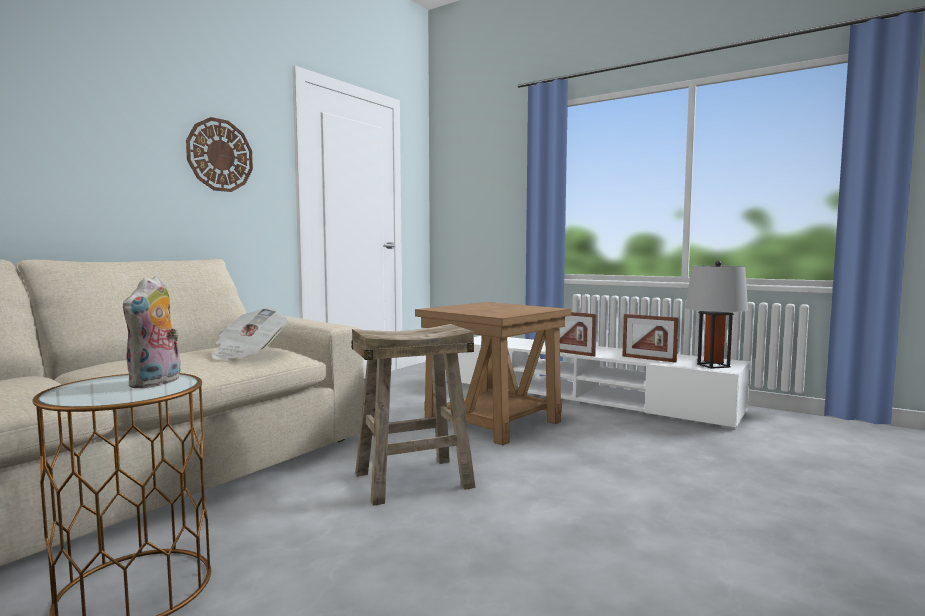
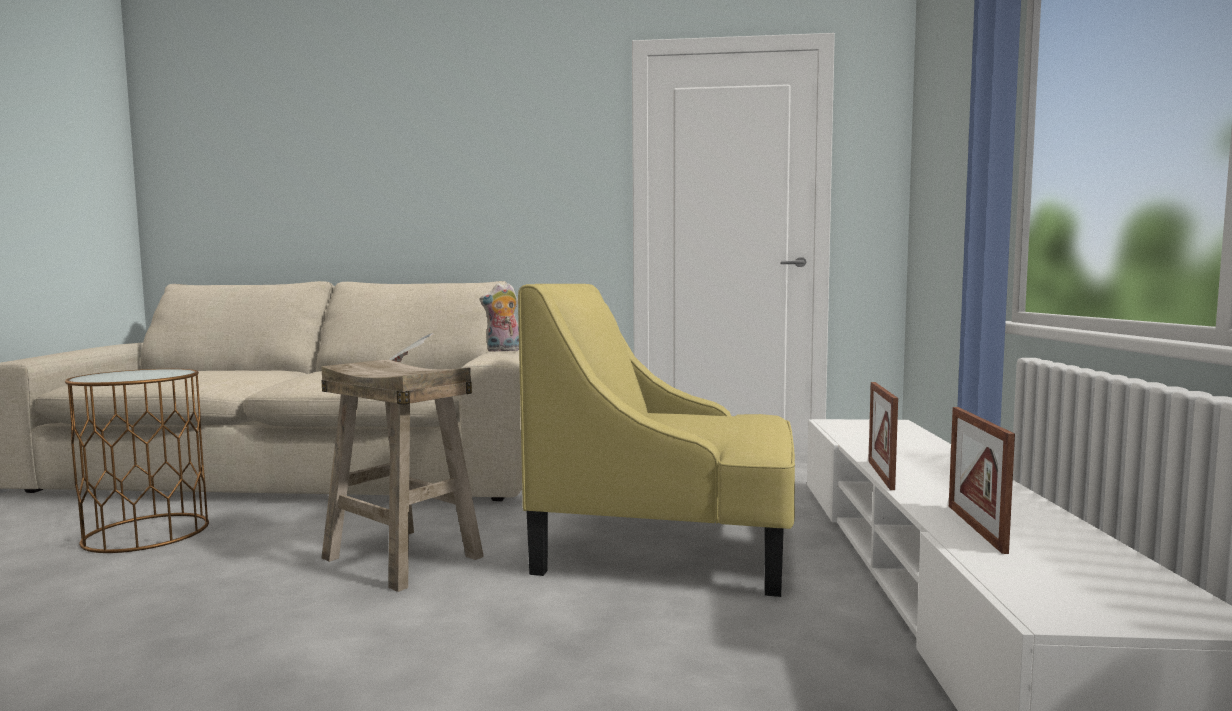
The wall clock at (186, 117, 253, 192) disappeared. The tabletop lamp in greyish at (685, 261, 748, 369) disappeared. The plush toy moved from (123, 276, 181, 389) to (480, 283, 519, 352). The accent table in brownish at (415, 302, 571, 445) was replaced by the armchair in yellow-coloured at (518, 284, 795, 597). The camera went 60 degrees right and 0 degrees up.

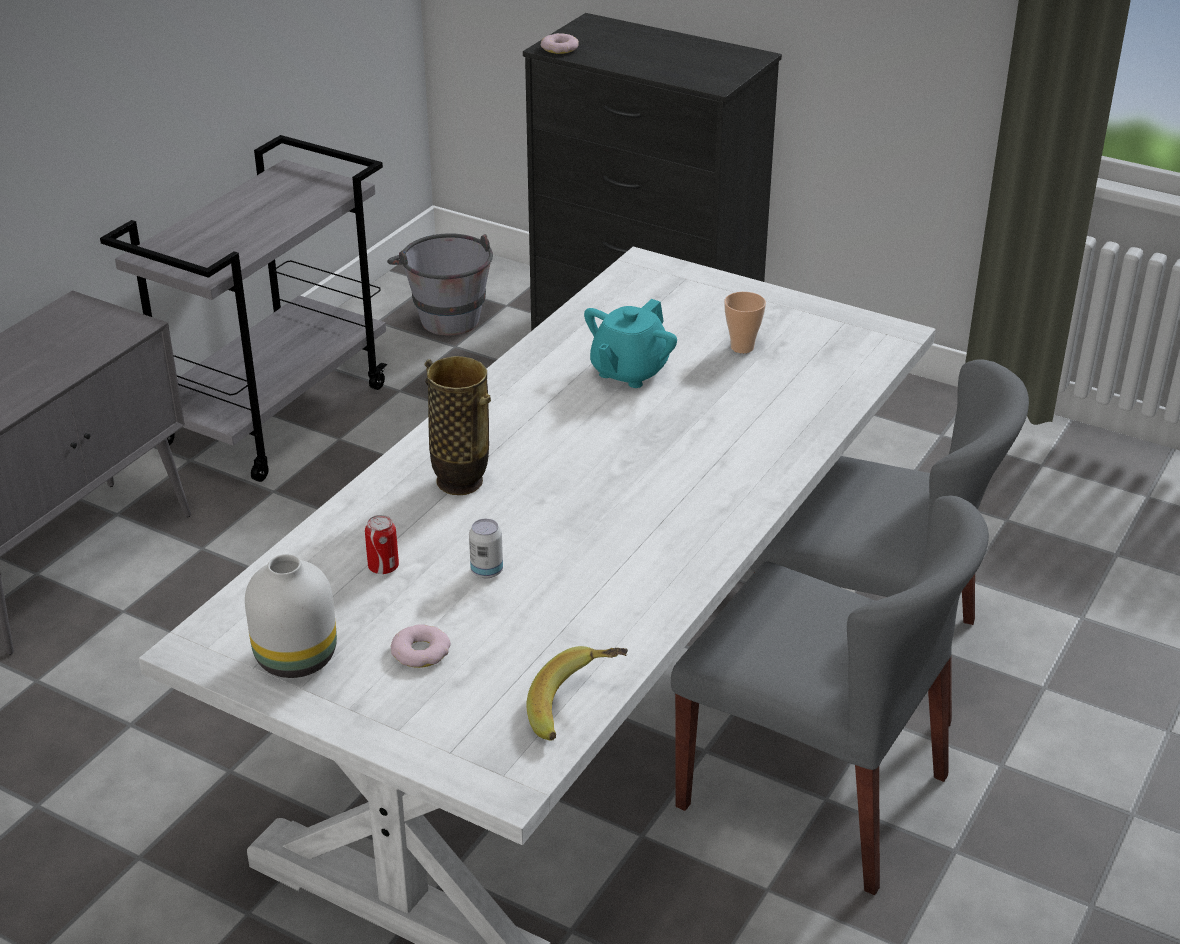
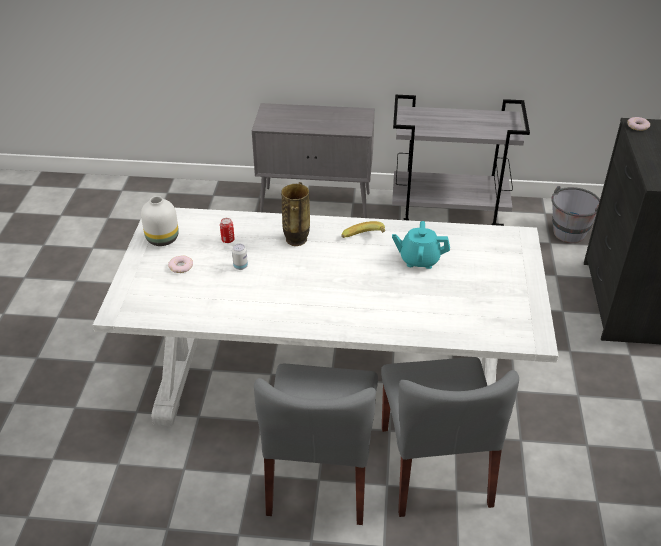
The cup at (724, 292, 766, 353) disappeared. The banana fruit moved from (527, 646, 628, 741) to (341, 221, 385, 238). The camera went 65 degrees right and 5 degrees up.

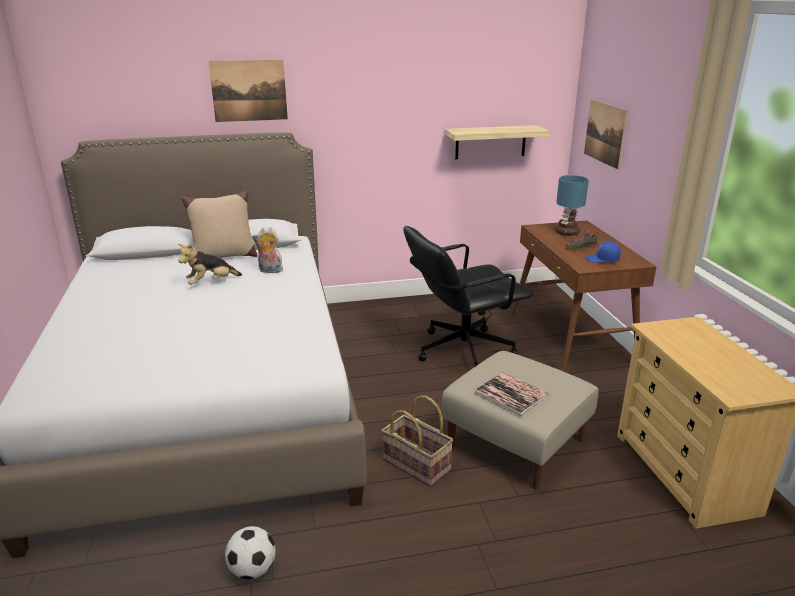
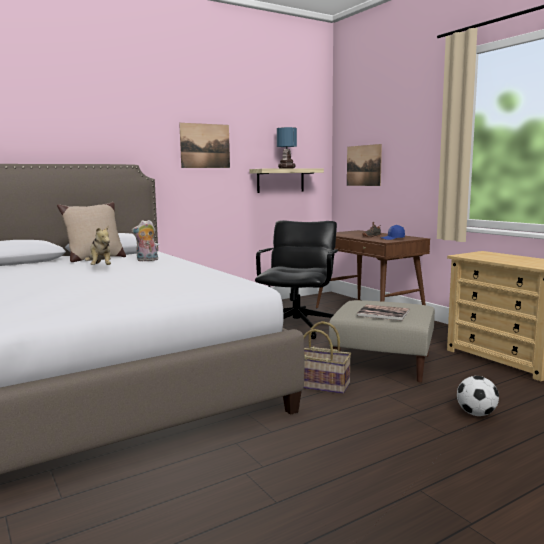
The picture moved from (209, 60, 288, 122) to (179, 123, 230, 168). The football moved from (225, 526, 276, 580) to (457, 376, 499, 416). The tabletop lamp moved from (555, 175, 589, 236) to (277, 127, 297, 169). The plush toy at (178, 244, 242, 285) turned 60 degrees counterclockwise. The computer chair in black-coloured at (404, 226, 533, 368) turned 150 degrees clockwise. The camera went 20 degrees left and 15 degrees down.

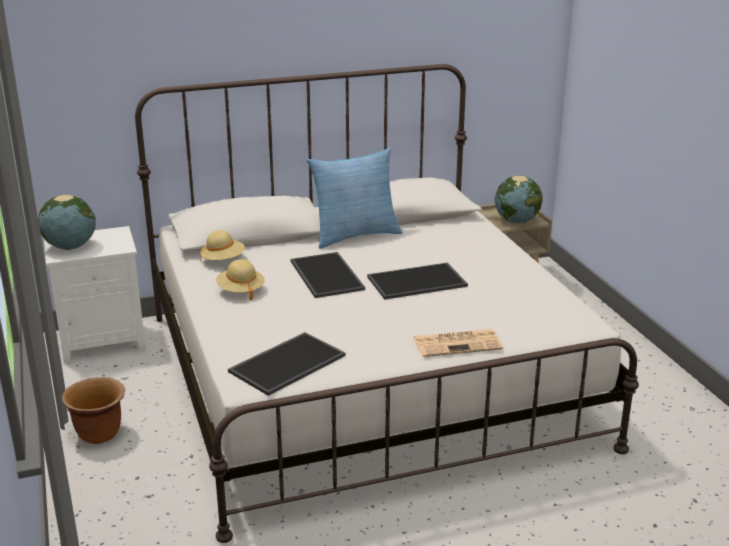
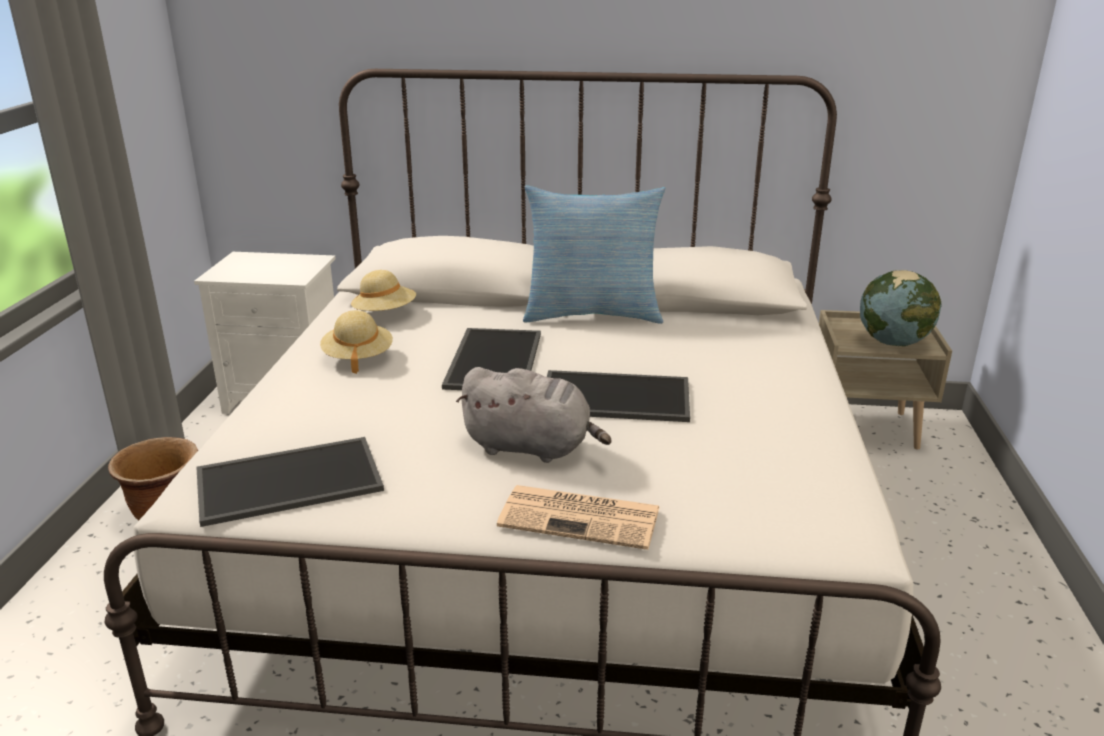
The world globe at (38, 195, 96, 250) disappeared. The plush toy in greyish at (456, 367, 611, 463) appeared. The camera went 25 degrees right and 0 degrees up.

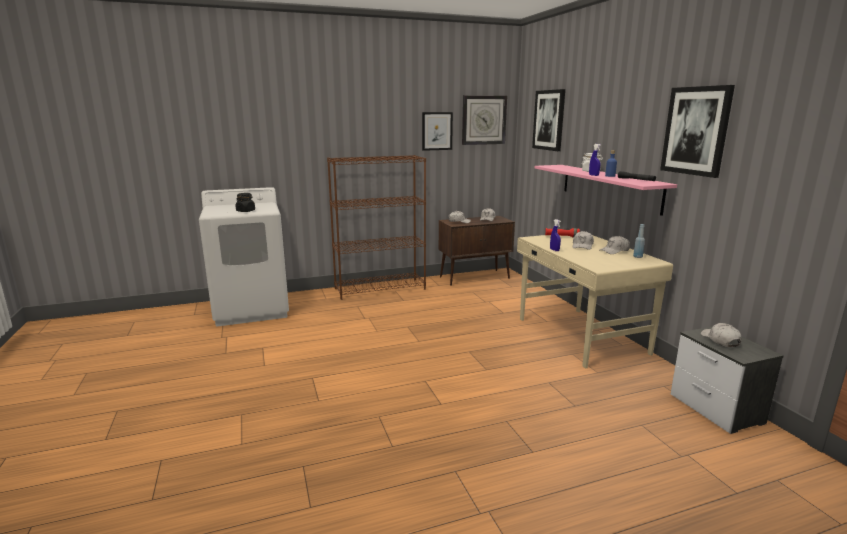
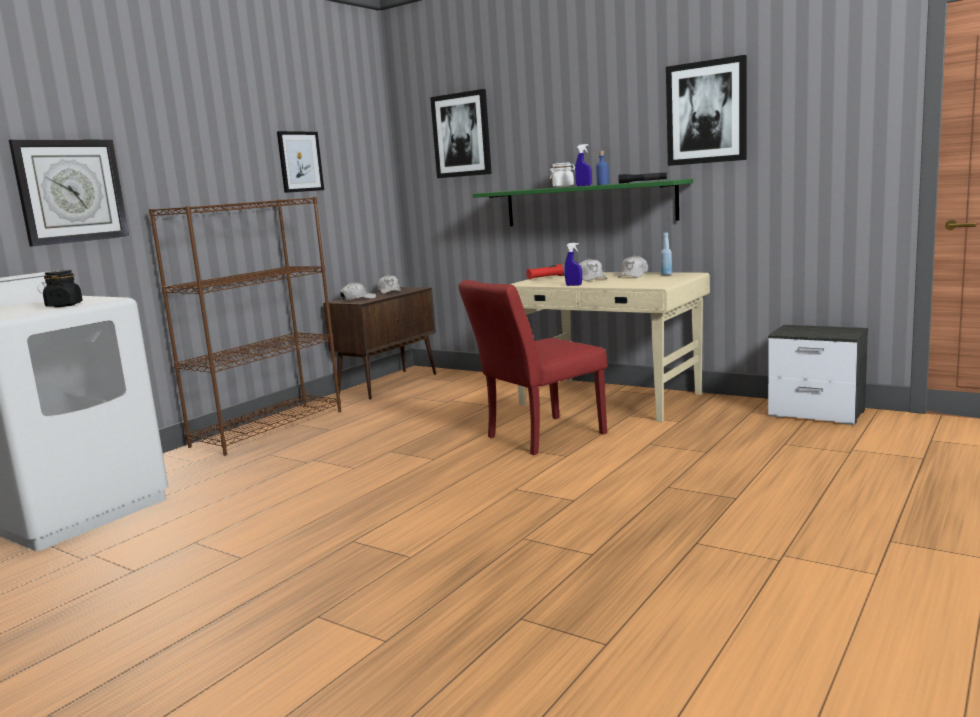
The peaked cap in whitish at (701, 323, 741, 347) disappeared. The chair in reddish at (458, 280, 607, 455) appeared. The wall clock moved from (462, 95, 507, 145) to (9, 139, 129, 246). The shelf in pink at (535, 165, 677, 216) became the shelf in green-coloured at (473, 179, 693, 226). The camera went 35 degrees left and 5 degrees down.

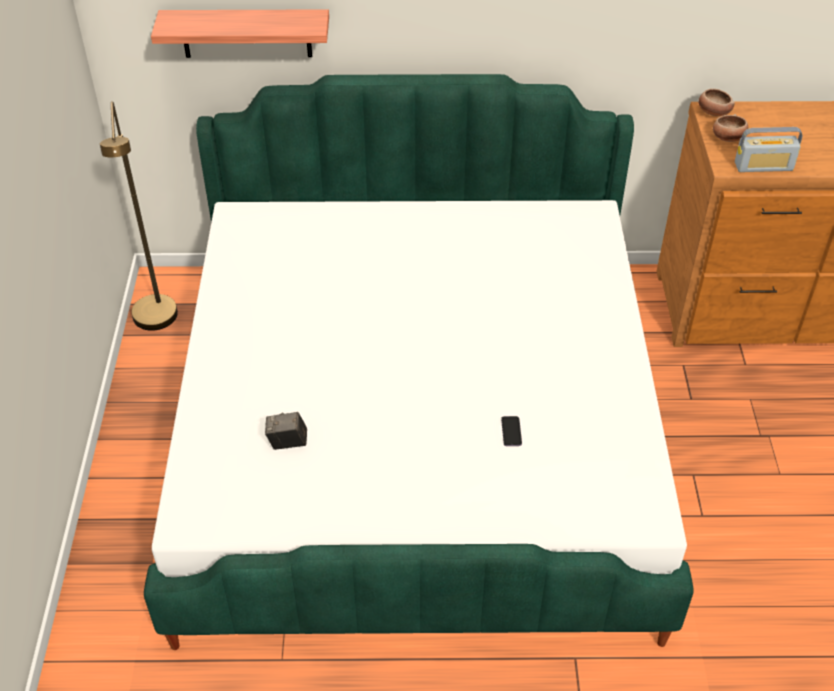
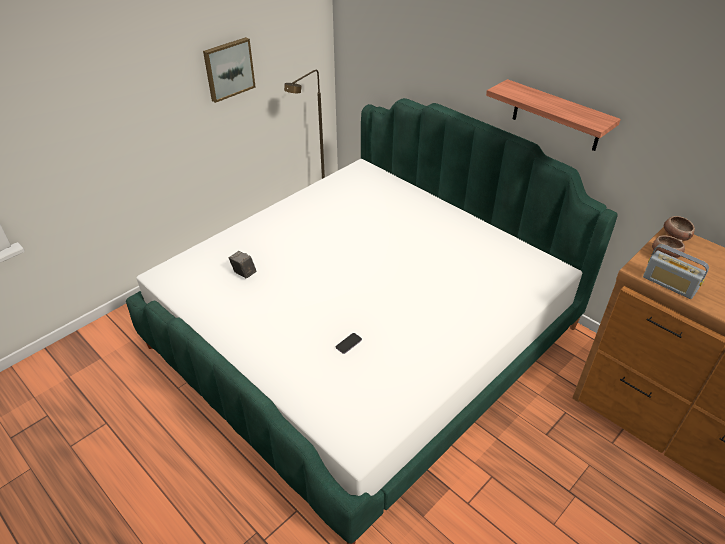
The picture at (203, 37, 256, 103) appeared. The shelf moved from (151, 9, 329, 58) to (486, 79, 621, 151). The camera went 45 degrees right and 5 degrees down.

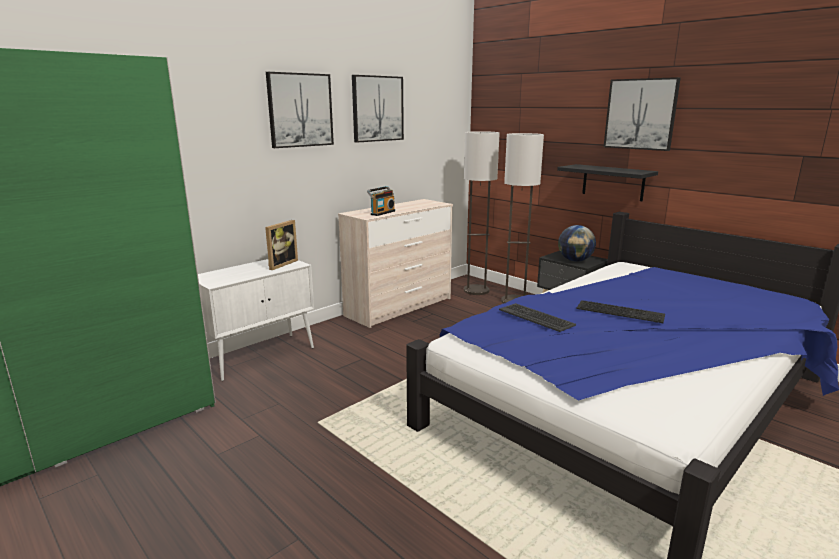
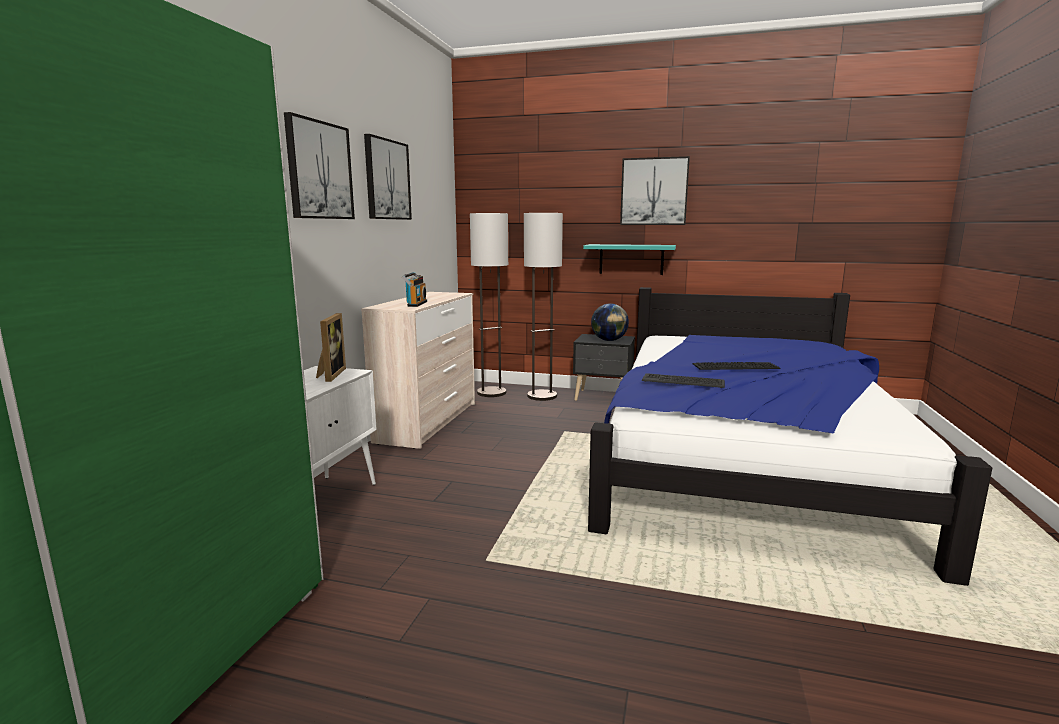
The shelf in black-coloured at (557, 164, 658, 201) became the shelf in turquoise-coloured at (583, 244, 676, 275). The camera went 30 degrees left and 5 degrees down.

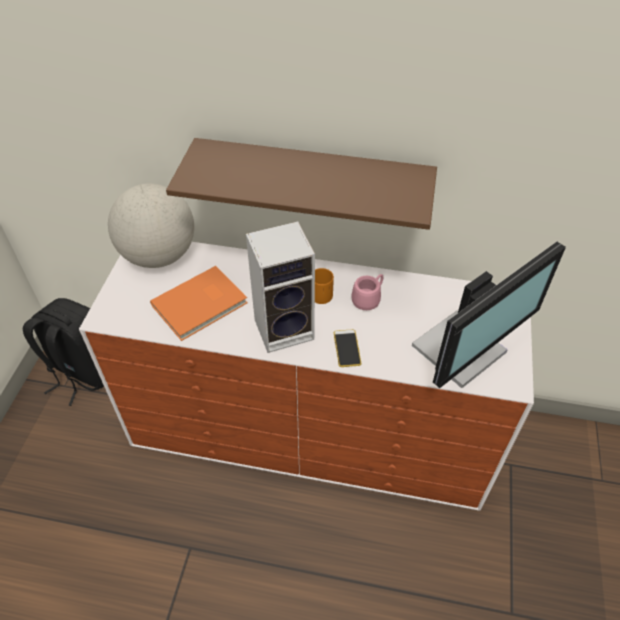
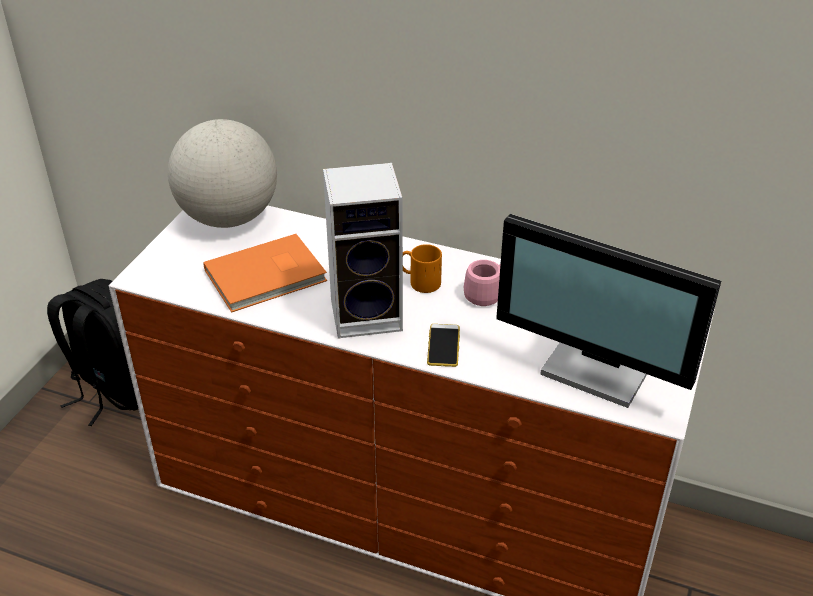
The shelf in brownish at (166, 138, 437, 230) disappeared. The computer screen at (412, 242, 566, 388) turned 60 degrees clockwise. The camera went 10 degrees right and 10 degrees down.

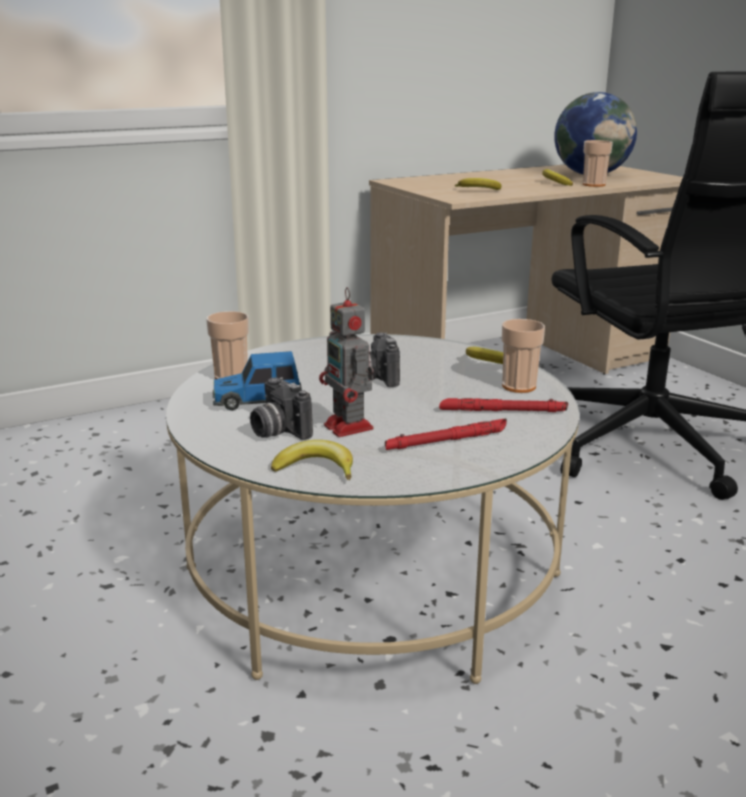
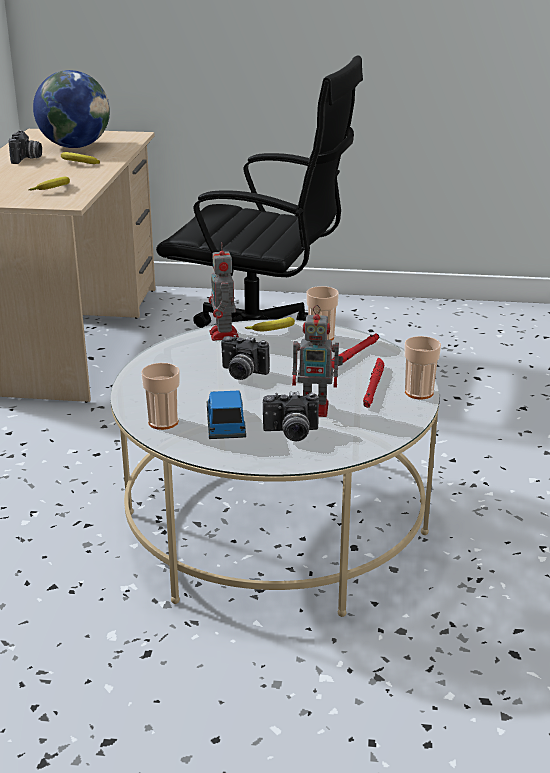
The banana fruit at (271, 440, 353, 480) disappeared. The still camera at (9, 130, 42, 164) appeared. The robot figure at (209, 242, 239, 341) appeared. The cup moved from (583, 140, 613, 187) to (404, 336, 441, 400). The miniature car at (213, 351, 301, 411) turned 150 degrees clockwise. The camera went 55 degrees left and 5 degrees up.

